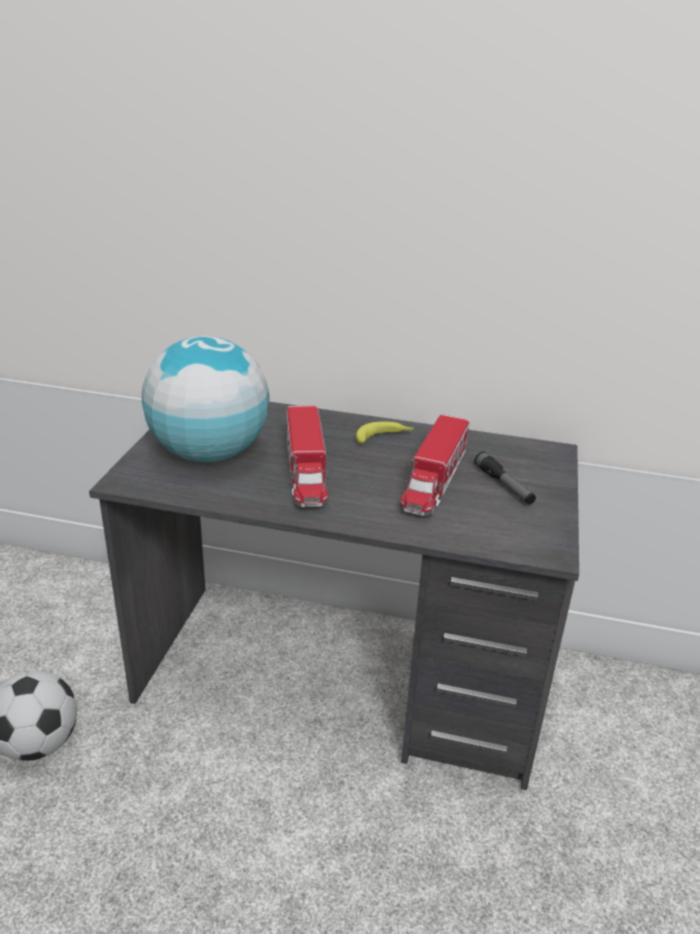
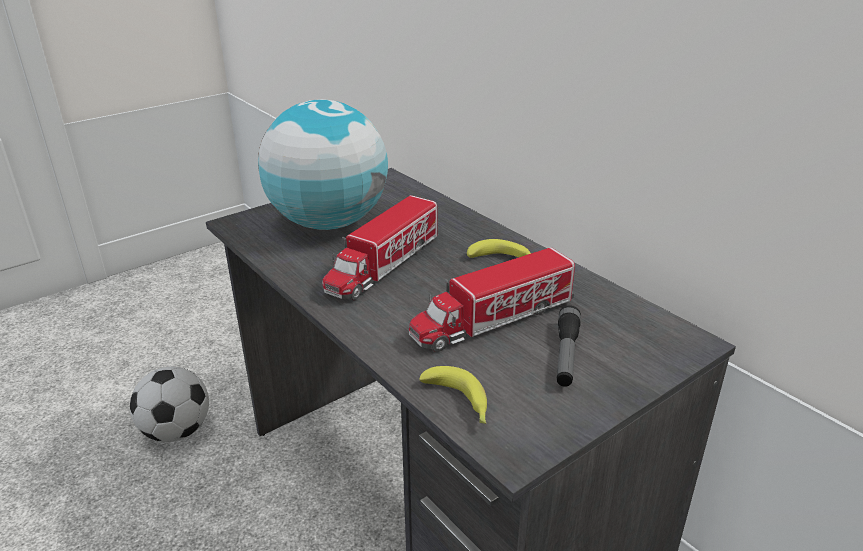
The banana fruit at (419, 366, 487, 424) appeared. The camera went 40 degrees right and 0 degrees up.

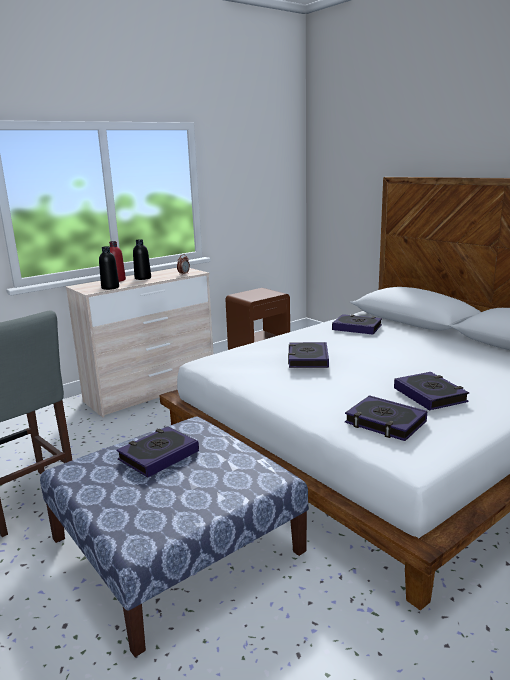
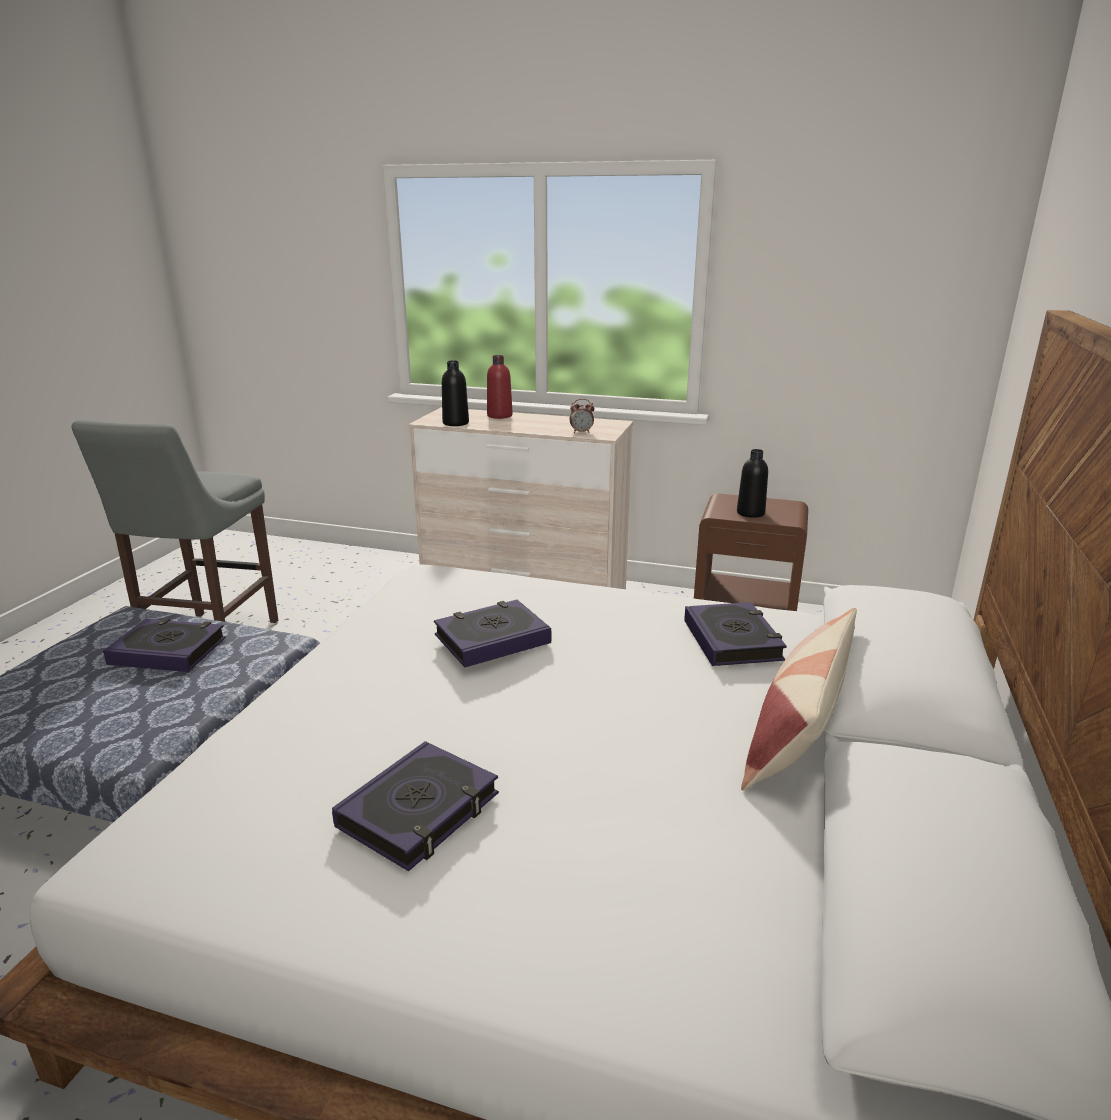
The bound book at (345, 395, 427, 441) disappeared. The pillow at (741, 608, 857, 791) appeared. The beverage bottle in black-coloured moved from (133, 239, 151, 280) to (737, 449, 768, 518). The camera went 55 degrees right and 5 degrees up.

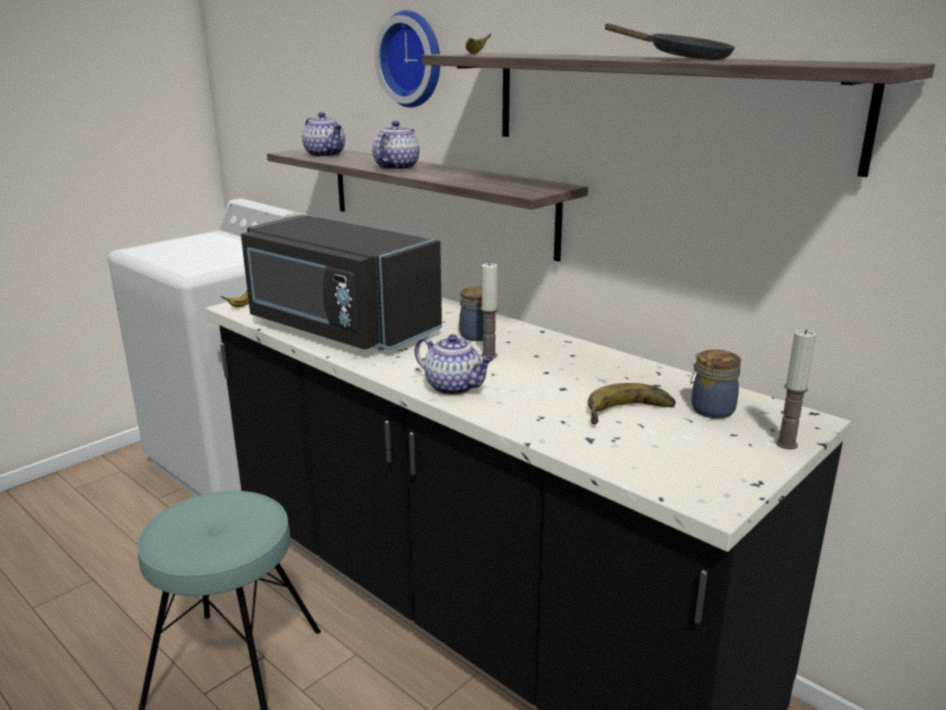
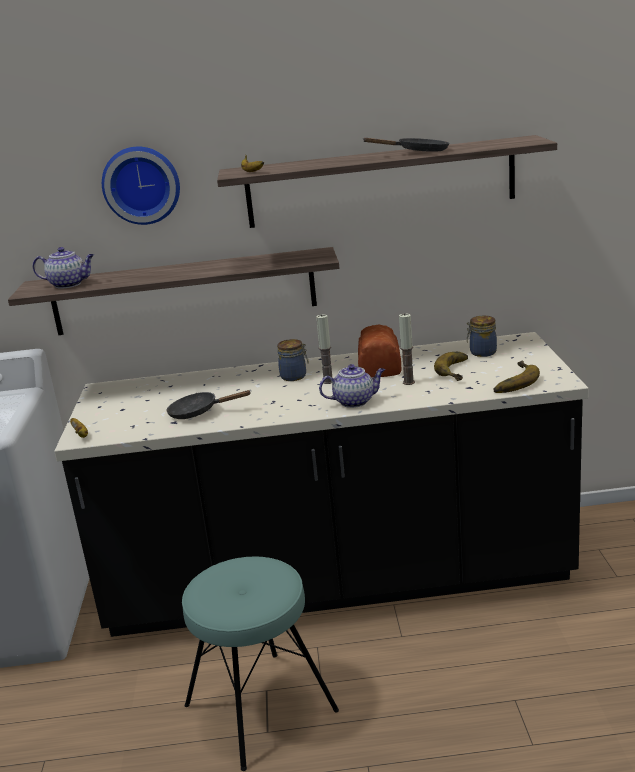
The teapot at (372, 121, 420, 171) disappeared. The bakery bread at (358, 325, 402, 378) appeared. The banana fruit at (493, 361, 540, 393) appeared. The candle moved from (776, 329, 816, 450) to (399, 313, 415, 385). The microwave in black-coloured at (241, 215, 442, 350) was replaced by the pan in black-coloured at (166, 390, 250, 419). The camera went 45 degrees left and 0 degrees up.

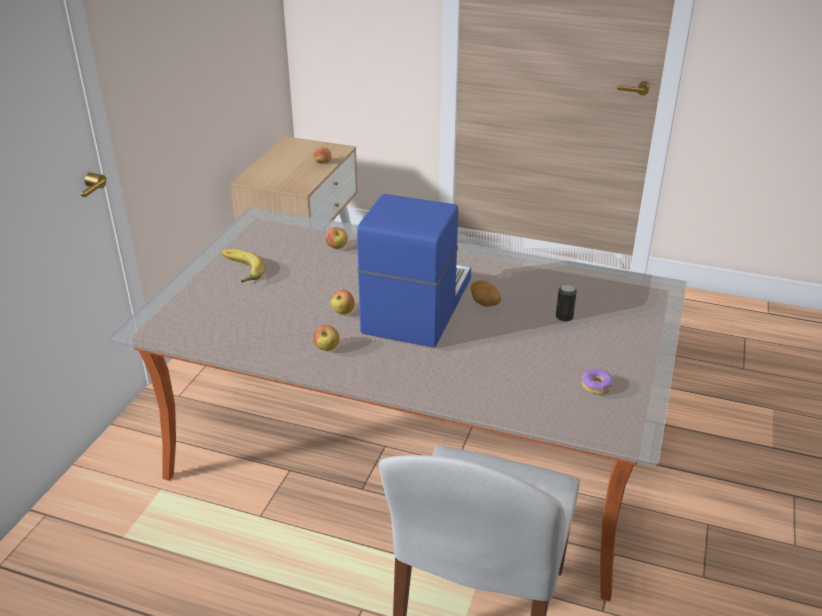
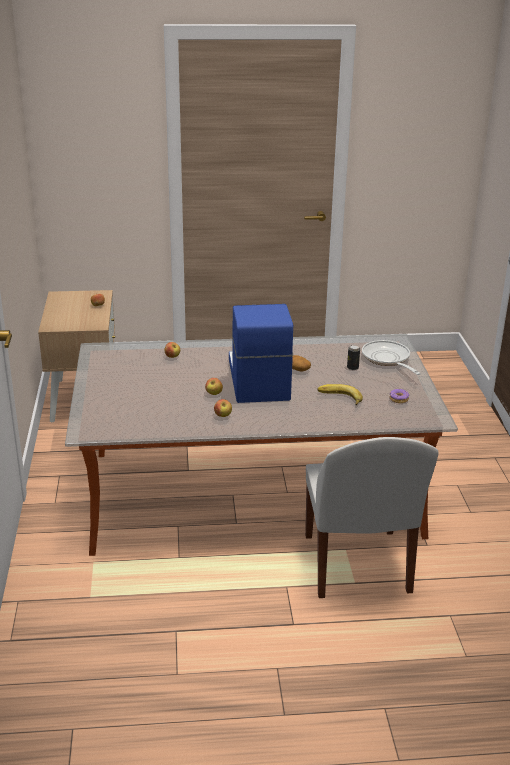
The pan at (362, 340, 421, 375) appeared. The banana fruit moved from (222, 249, 265, 282) to (317, 384, 363, 405). The camera went 25 degrees left and 5 degrees down.

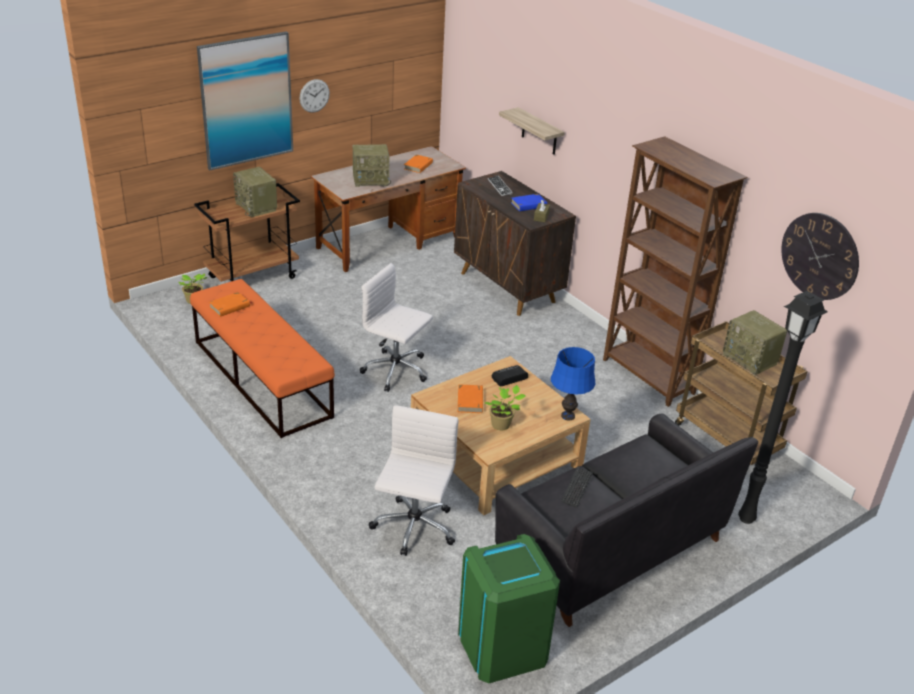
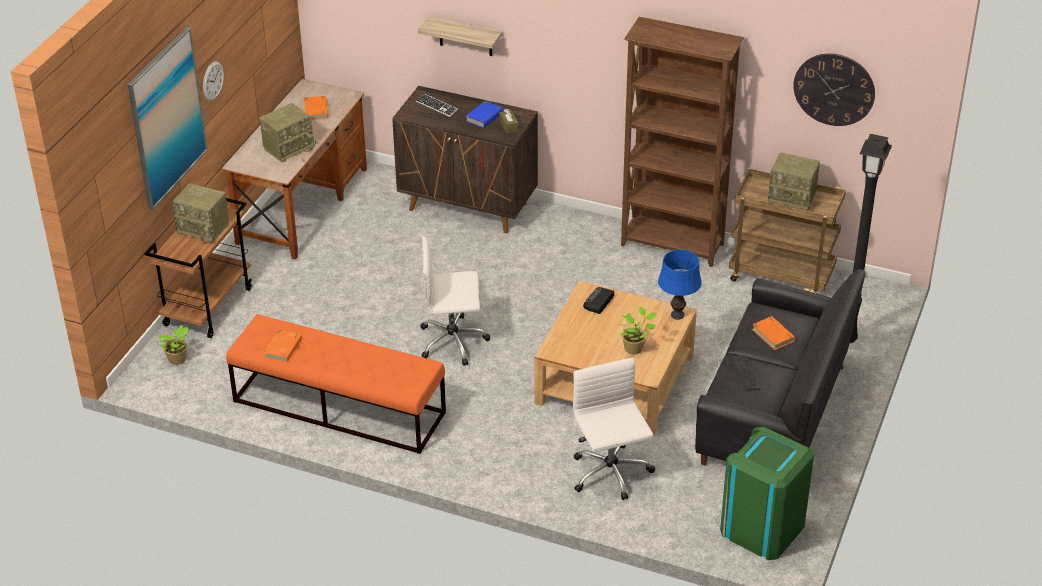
The bound book in orange-coloured moved from (458, 384, 483, 413) to (752, 316, 795, 350). The camera went 30 degrees left and 5 degrees up.

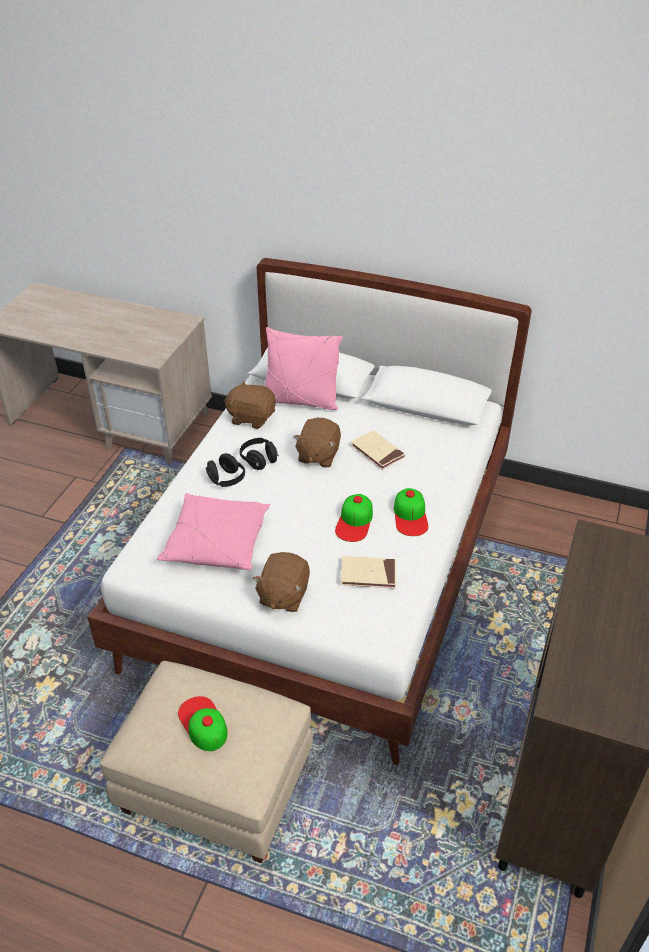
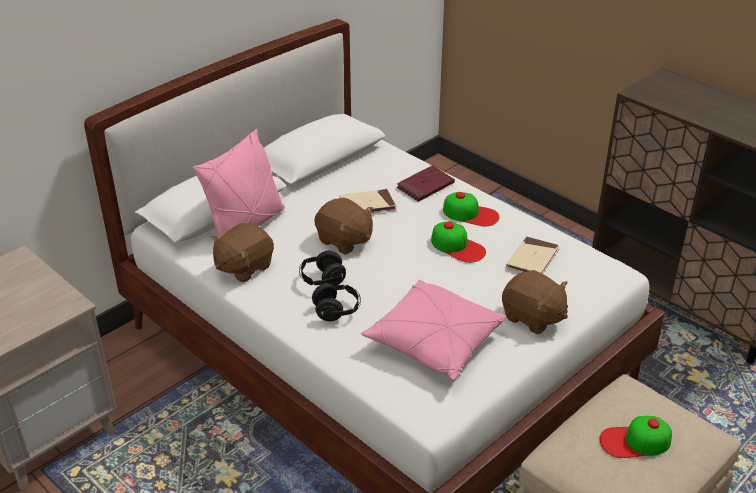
The bound book in reddish at (397, 165, 455, 202) appeared. The camera went 65 degrees left and 5 degrees down.

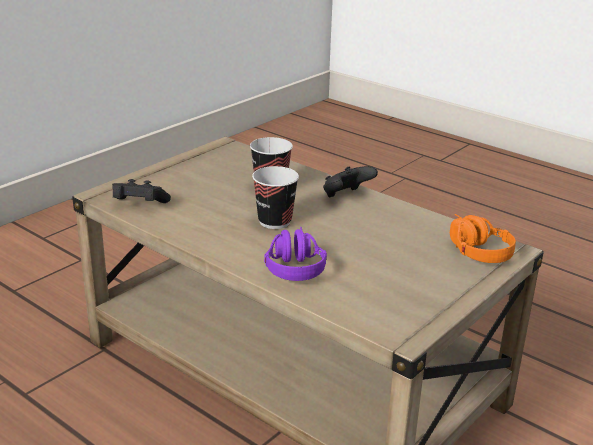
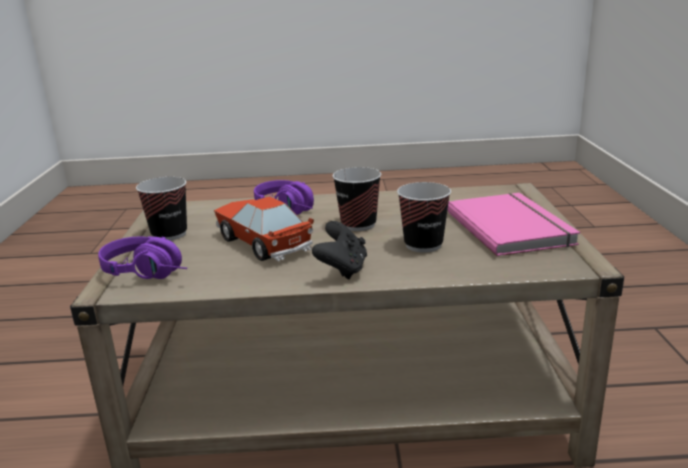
The joypad in black-coloured at (112, 179, 171, 203) disappeared. The cup at (136, 177, 187, 241) appeared. The miniature car at (214, 196, 314, 261) appeared. The bound book in pink at (448, 193, 580, 256) appeared. The headset in orange-coloured at (450, 214, 516, 263) became the headset in purple at (98, 236, 187, 279). The camera went 140 degrees right and 5 degrees down.

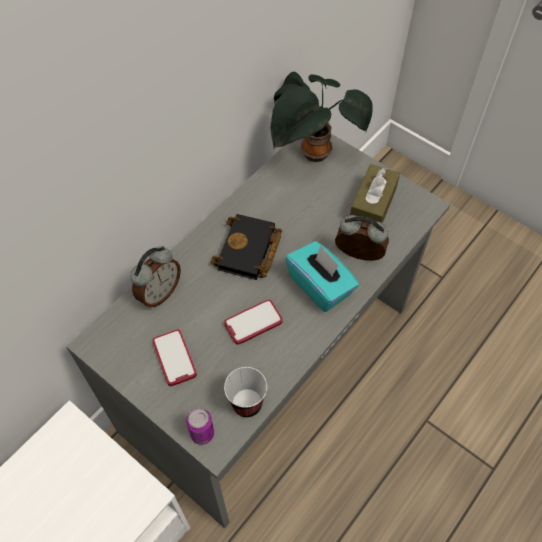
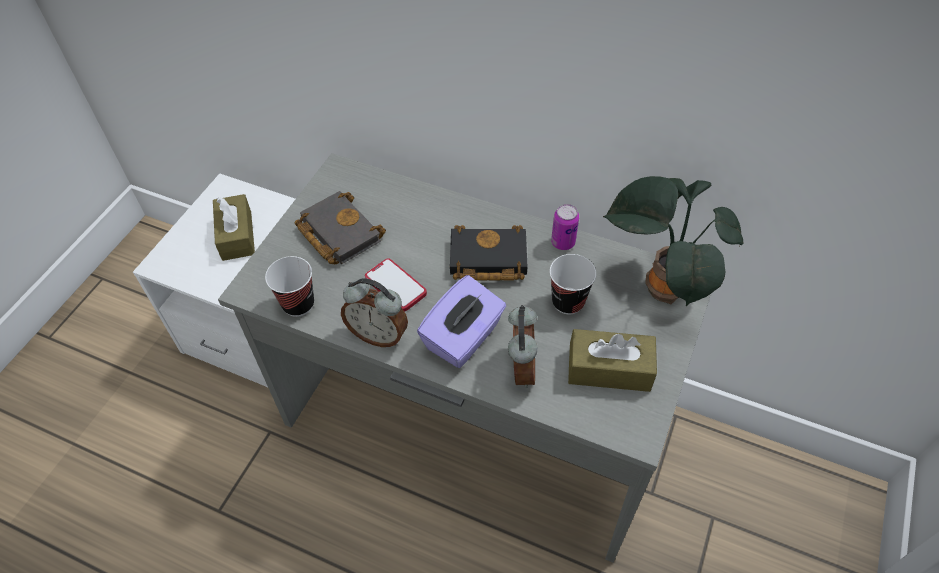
The tissue holder in brownish at (213, 194, 255, 261) appeared. The cup at (550, 254, 596, 315) appeared. The table clock moved from (130, 246, 181, 307) to (341, 278, 408, 347). The metal can moved from (186, 408, 214, 445) to (551, 204, 579, 250). The phone at (153, 330, 197, 386) was replaced by the bound book in black-coloured at (294, 191, 386, 264). The tissue holder in turquoise-coloured at (285, 241, 359, 312) became the tissue holder in purple at (417, 275, 506, 368). The camera went 75 degrees right and 5 degrees down.

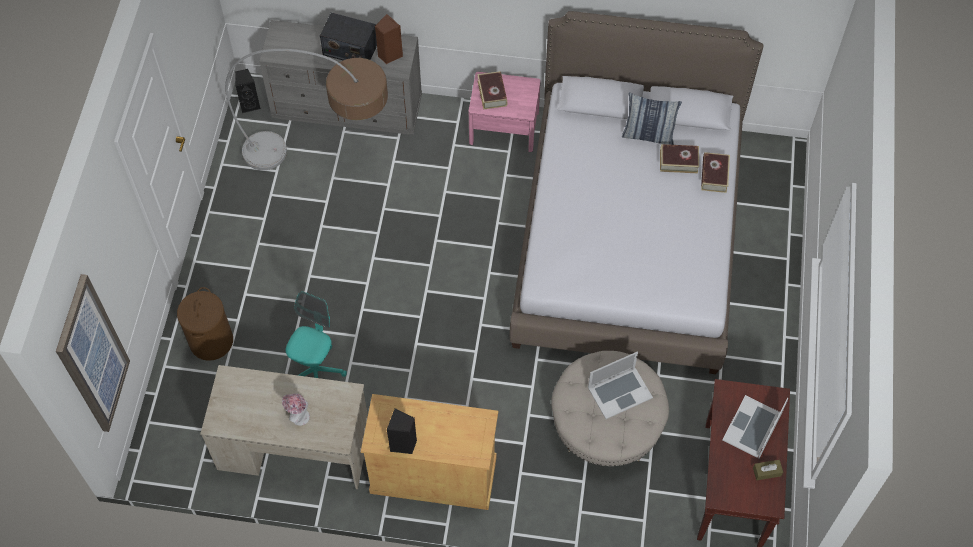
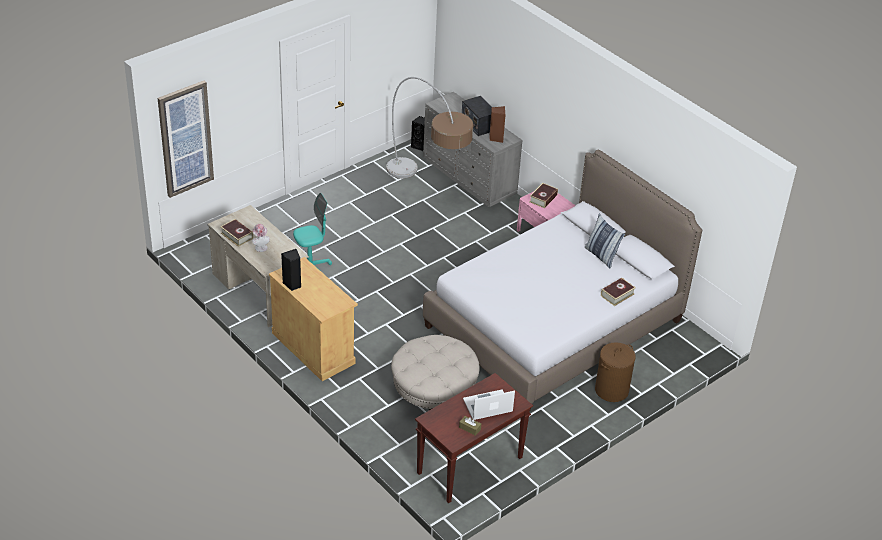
The portable computer at (588, 351, 653, 419) disappeared. The laundry basket in brownish moved from (177, 287, 233, 361) to (595, 343, 636, 402). The bound book moved from (660, 144, 699, 173) to (220, 219, 253, 247). The camera went 40 degrees right and 20 degrees down.

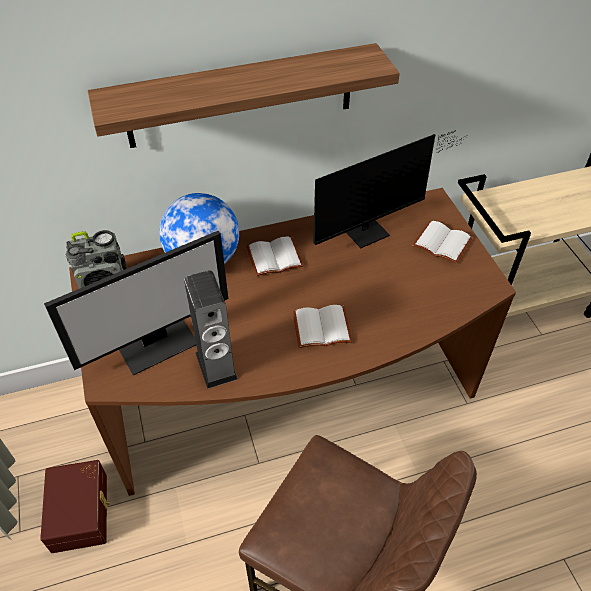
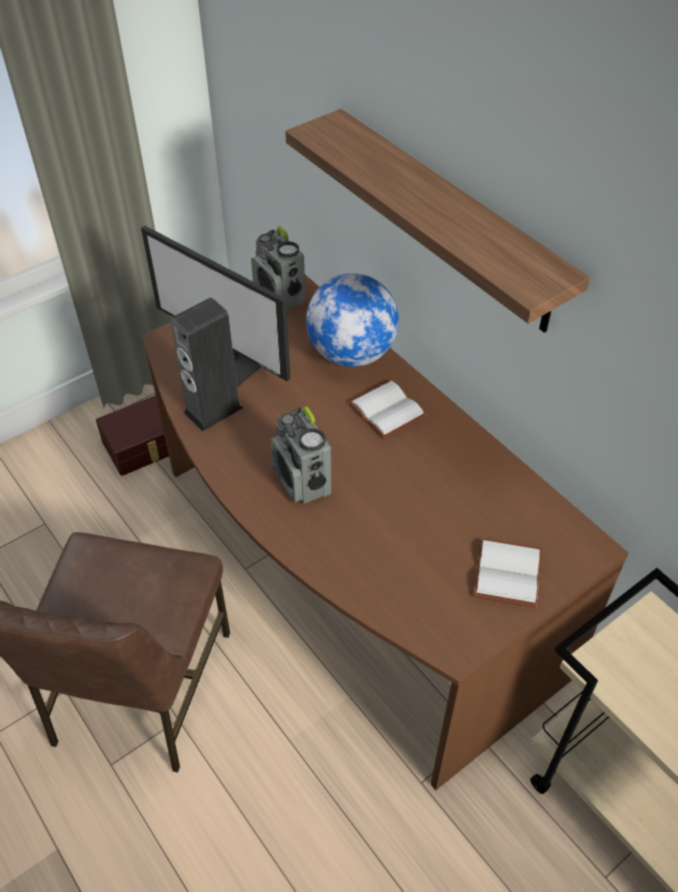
The computer screen at (313, 130, 468, 248) disappeared. The bound book in whitish at (293, 305, 352, 348) was replaced by the radio set at (270, 407, 331, 504). The camera went 70 degrees right and 0 degrees up.

